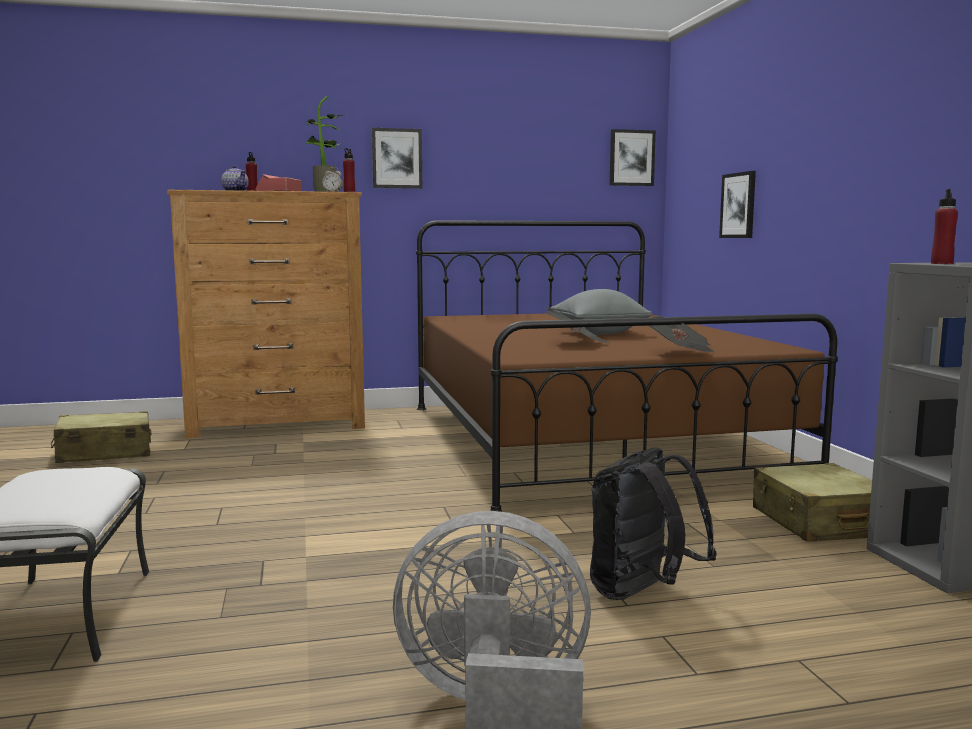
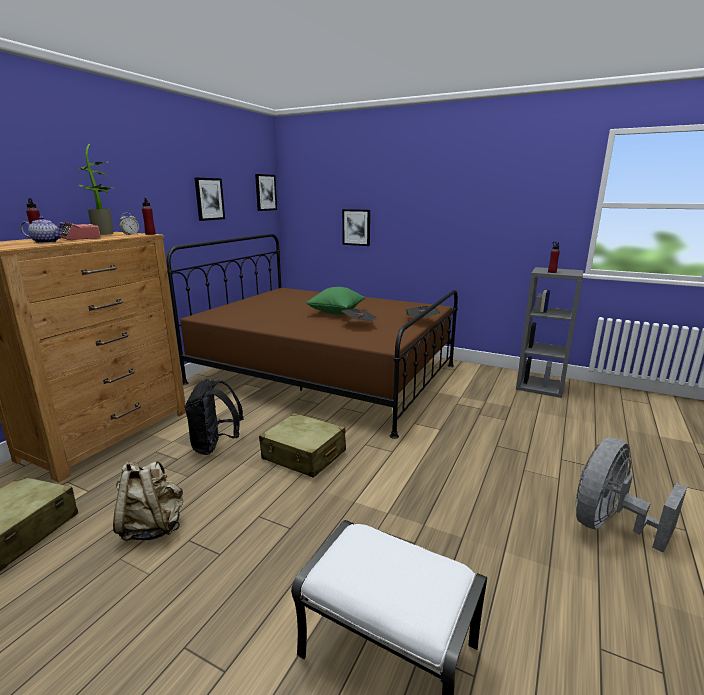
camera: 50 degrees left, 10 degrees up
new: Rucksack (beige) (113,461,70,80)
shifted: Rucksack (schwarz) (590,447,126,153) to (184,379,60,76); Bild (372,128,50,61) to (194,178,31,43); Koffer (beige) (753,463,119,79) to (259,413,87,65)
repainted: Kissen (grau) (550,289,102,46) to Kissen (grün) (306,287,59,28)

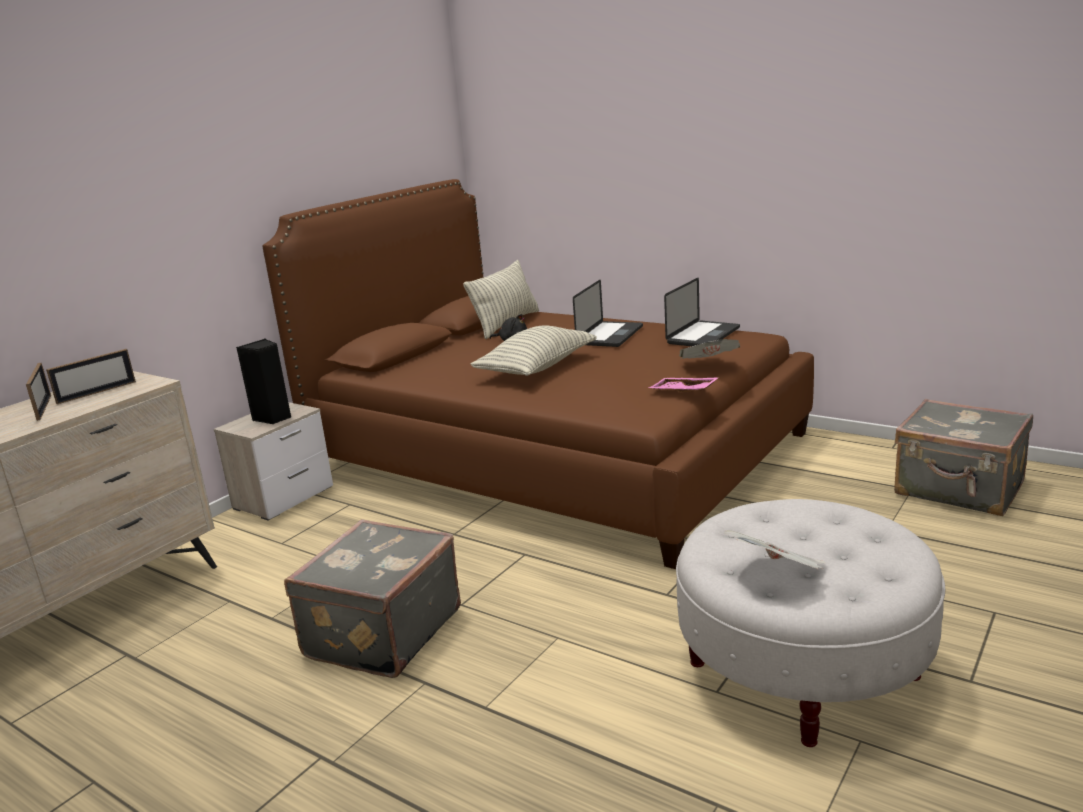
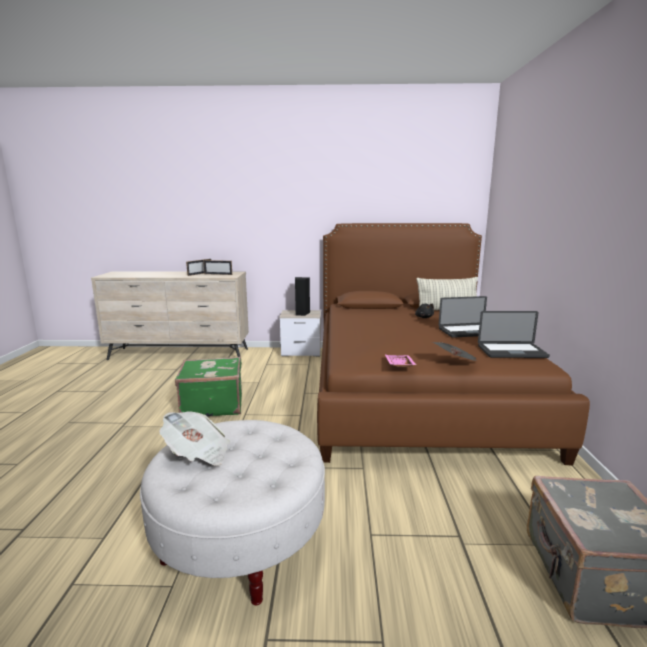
camera: 55 degrees right, 5 degrees down
gone: Kissen (471,325,126,51)
repainted: Koffer (grau) (284,519,177,159) to Koffer (grün) (175,357,67,59)

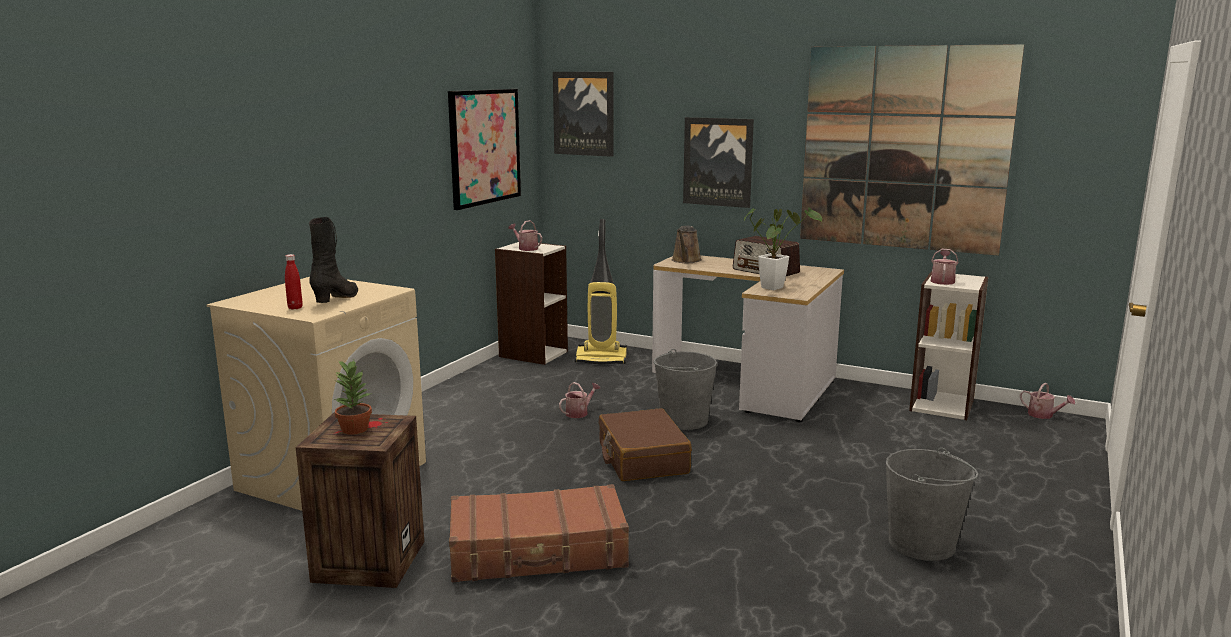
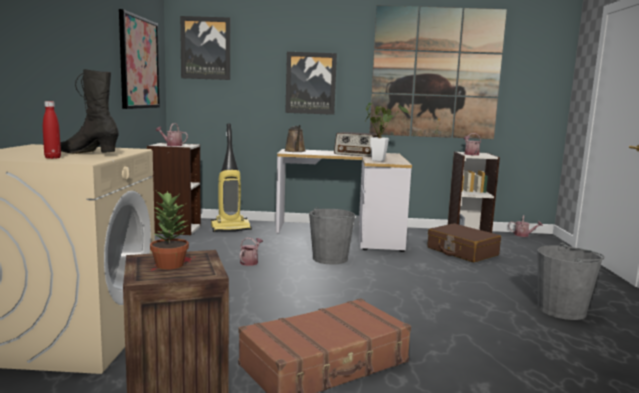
camera: 25 degrees left, 5 degrees down
shifted: Koffer (braun) (599,408,93,73) to (428,223,73,39)
rotated: Stiefel (schwarz) (309,217,49,86) = (60,69,59,85) 60 degrees counterclockwise

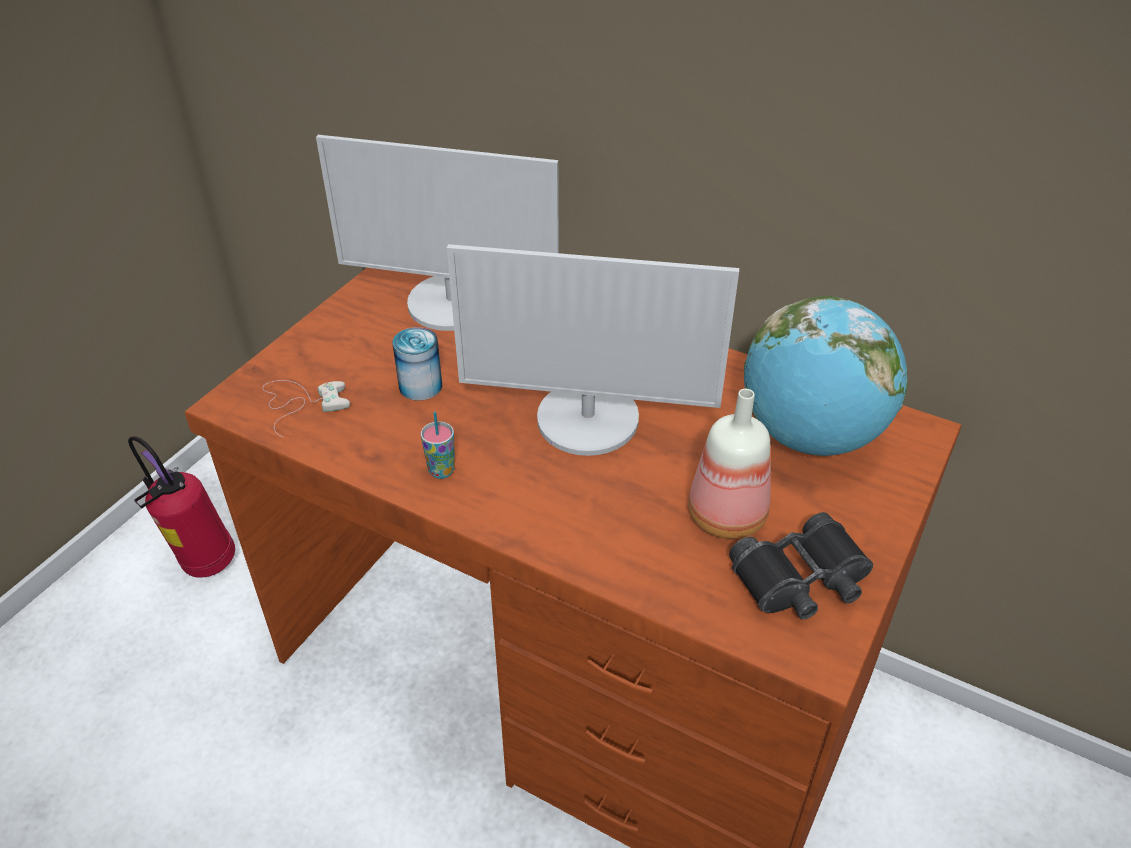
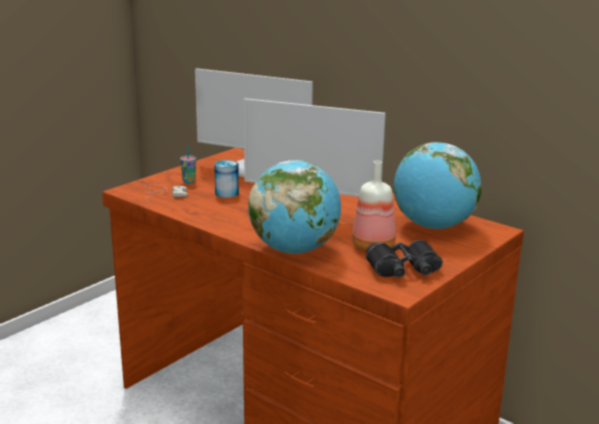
camera: 10 degrees right, 20 degrees down
gone: Feuerlöscher (128,436,107,142)
new: Globus (248,160,93,94)
shifted: Tasse (421,412,34,67) to (180,146,16,38)

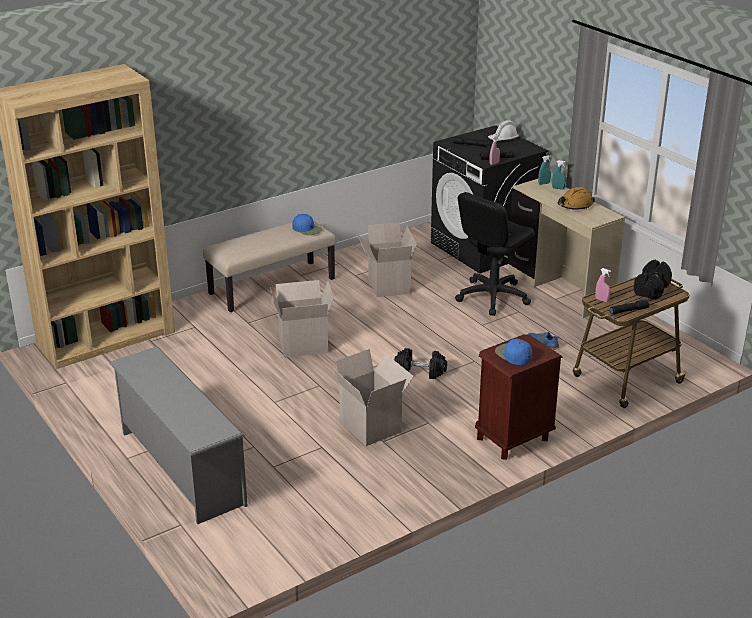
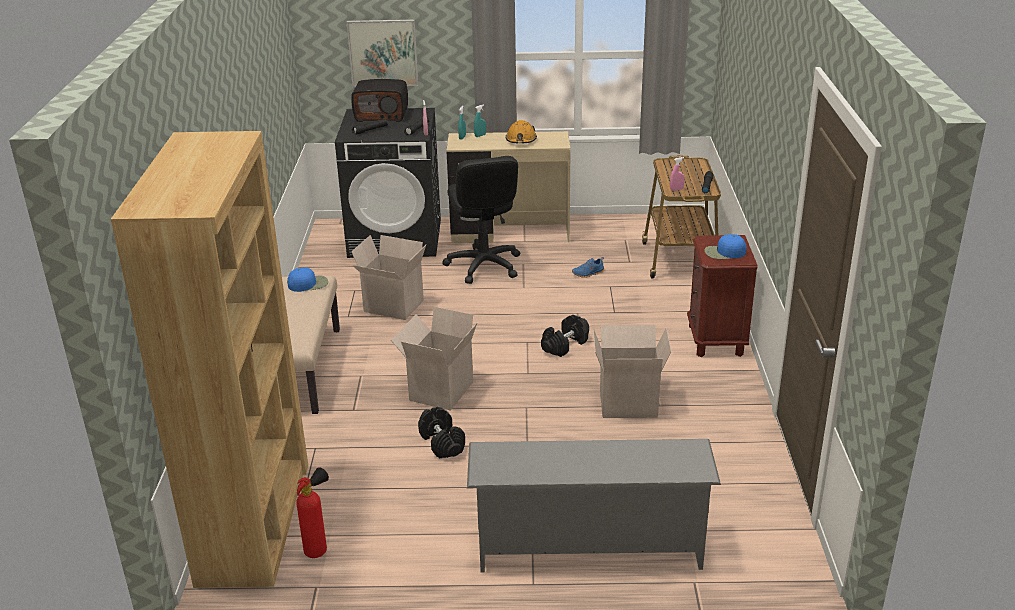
camera: 55 degrees left, 0 degrees up
new: Feuerlöscher (296,467,33,91); Bild (347,20,72,67)
shifted: Hantel (schwarz) (634,260,38,40) to (418,407,47,52)
swapped: Schutzhelm (weiß) (488,120,31,21) to Radio (351,79,57,43)

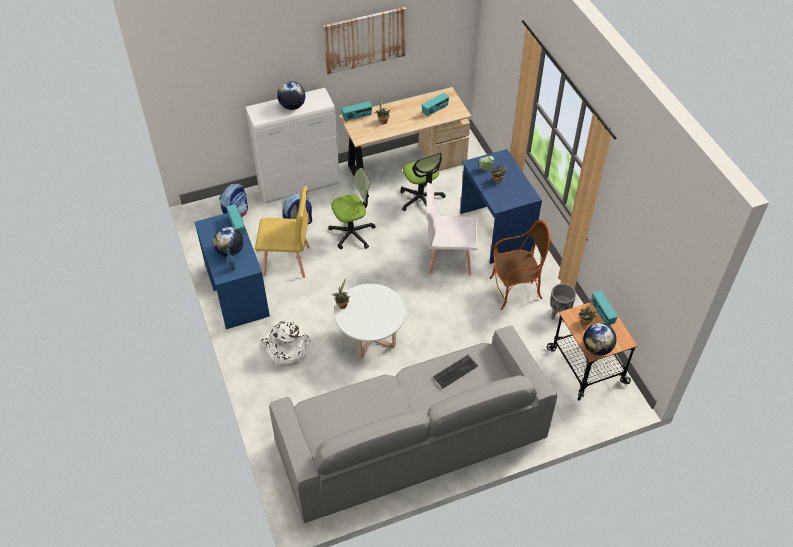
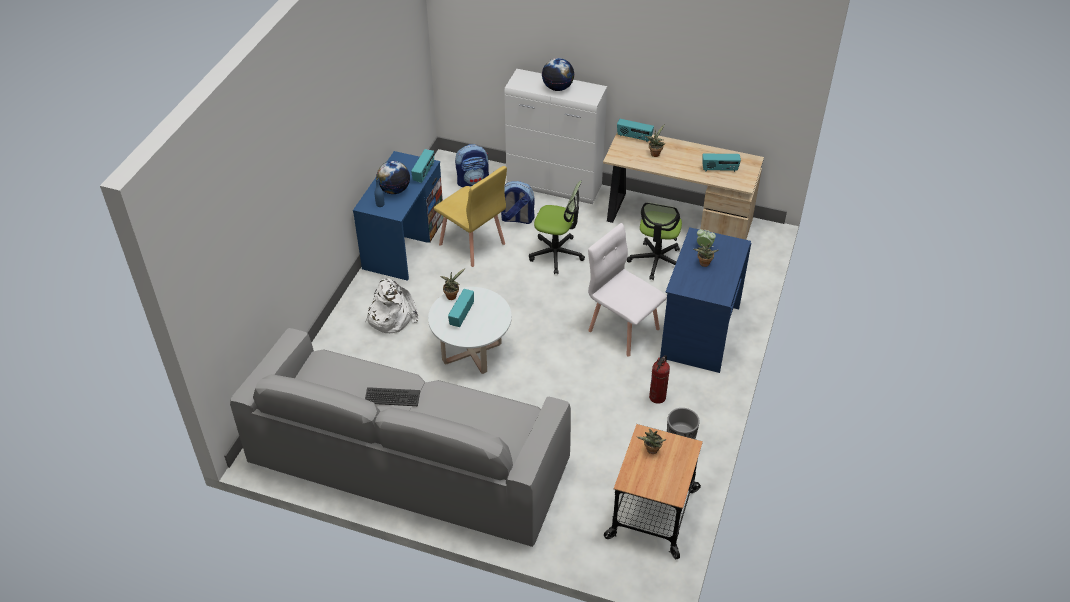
camera: 40 degrees right, 5 degrees down
gone: Bild (323,7,84,67); Globus (583,323,34,33)
shifted: Tastatur (433,355,45,33) to (365,387,55,19); Radio (591,290,27,35) to (448,289,26,38)
swapped: Sessel (489,220,61,90) to Feuerlöscher (649,355,21,49)

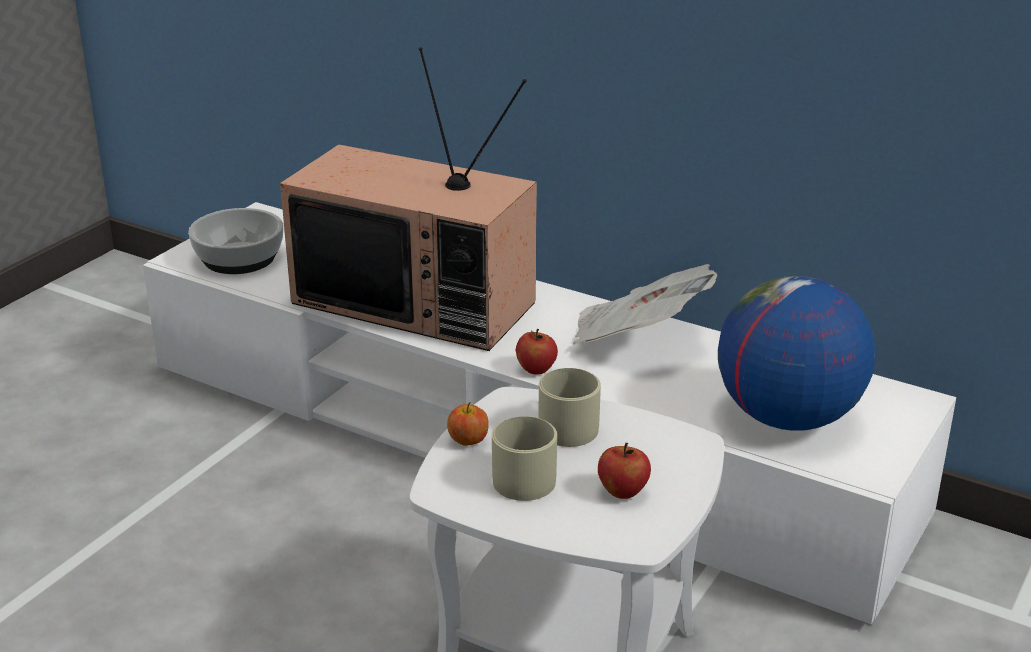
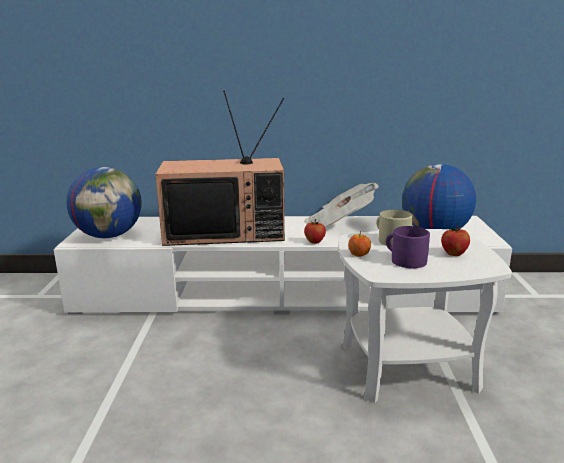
camera: 30 degrees left, 10 degrees down
swapped: Schüssel (188,208,95,66) to Globus (66,167,76,71)
repainted: Henkelbecher (beige) (492,416,65,85) to Henkelbecher (lila) (386,226,44,42)

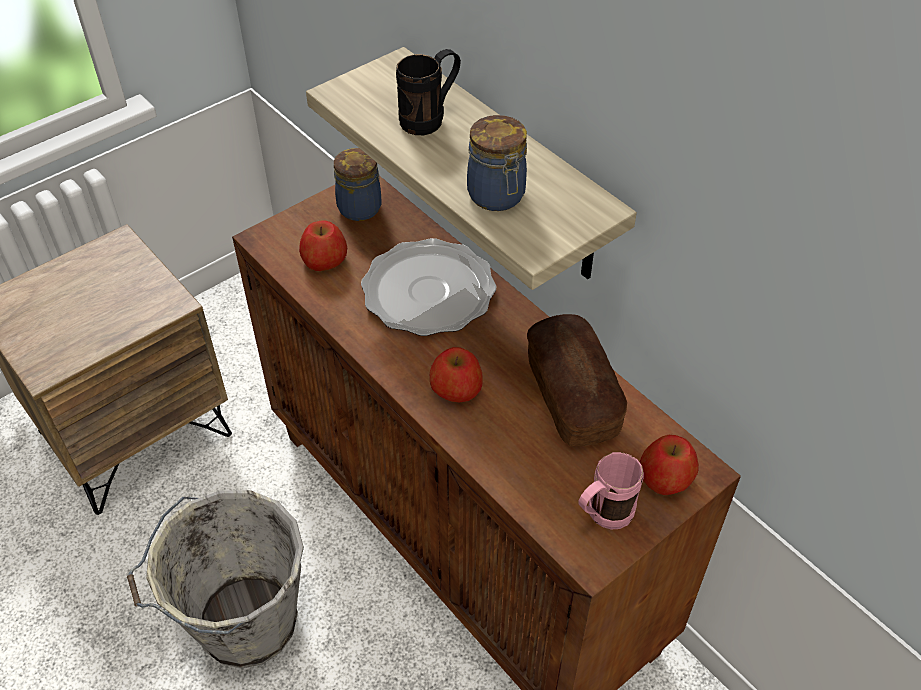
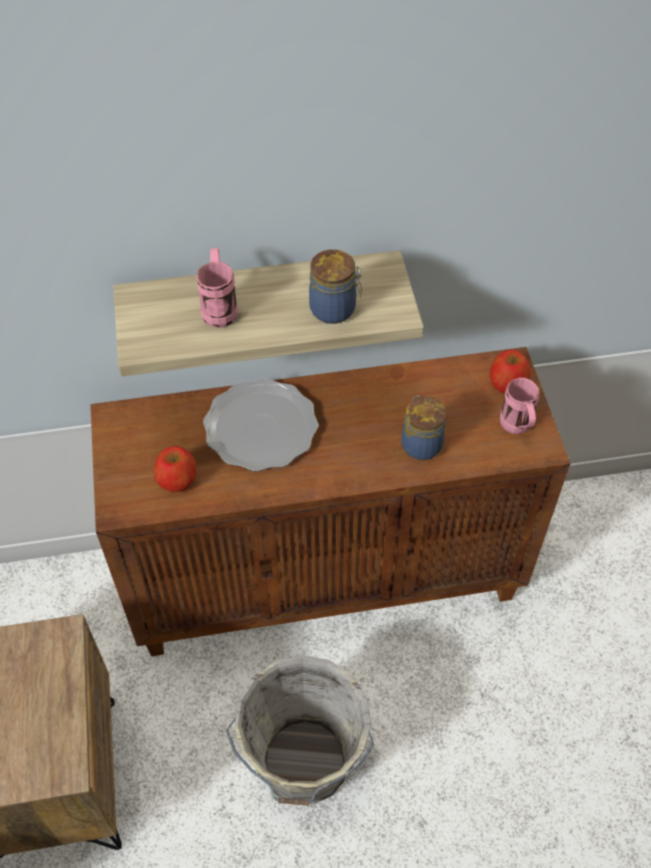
camera: 60 degrees left, 5 degrees up
gone: Apfel (430,347,53,55); Brot (527,314,100,133)
shifted: Vorratsglas (334,148,47,73) to (401,395,45,65)
repainted: Henkelbecher (schwarz) (396,49,65,86) to Henkelbecher (rosa) (196,248,42,80)

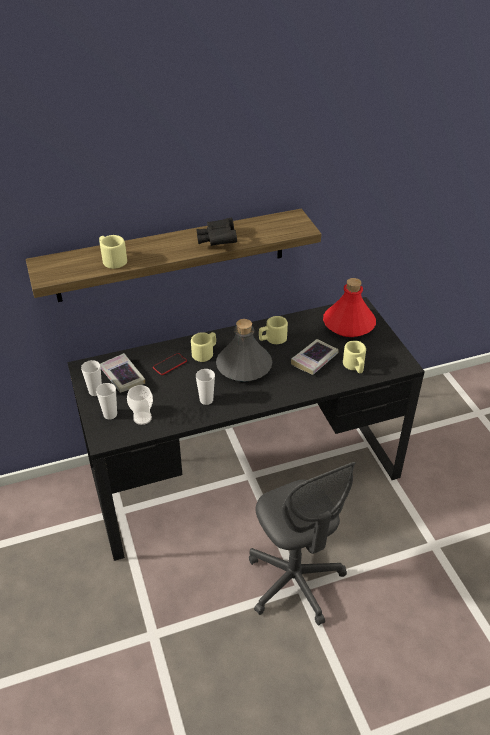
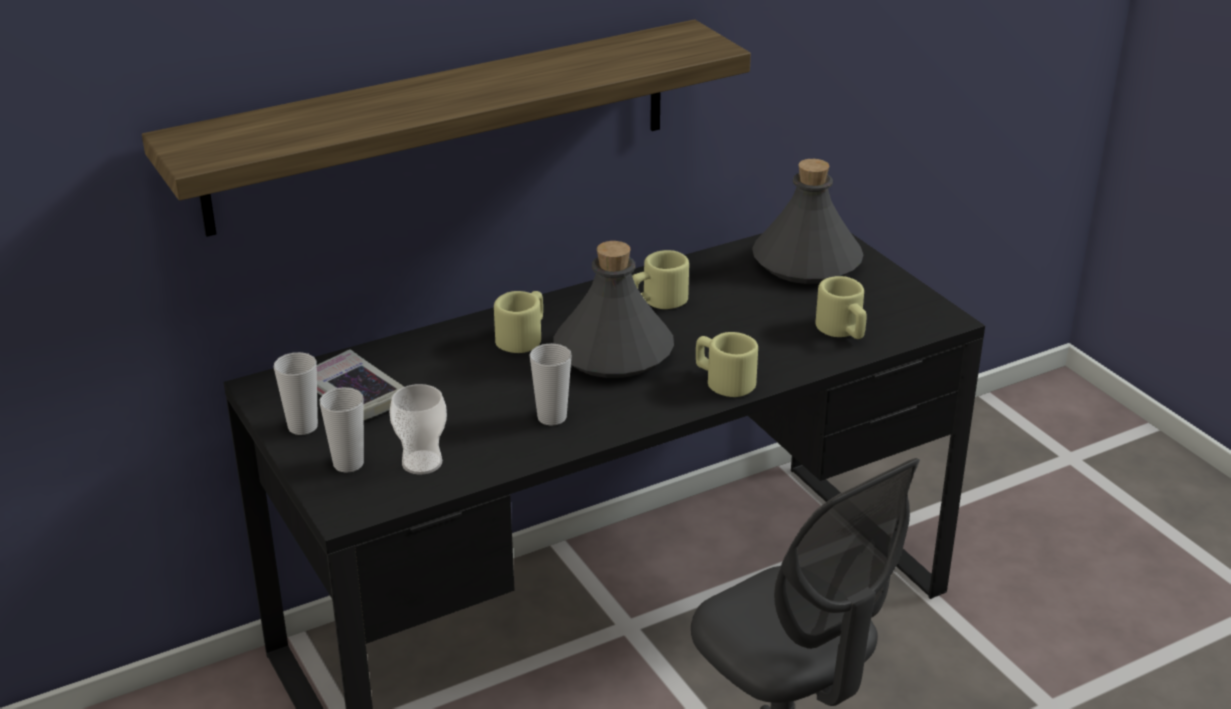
camera: 10 degrees left, 10 degrees down
gone: Handy (153,353,34,22); Fernglas (schwarz) (196,218,41,28); Buch (291,339,47,36)
shifted: Henkelbecher (beige) (99,235,28,34) to (696,332,62,65)
repainted: Flasche (rot) (323,278,53,59) to Flasche (grau) (752,159,111,125)

